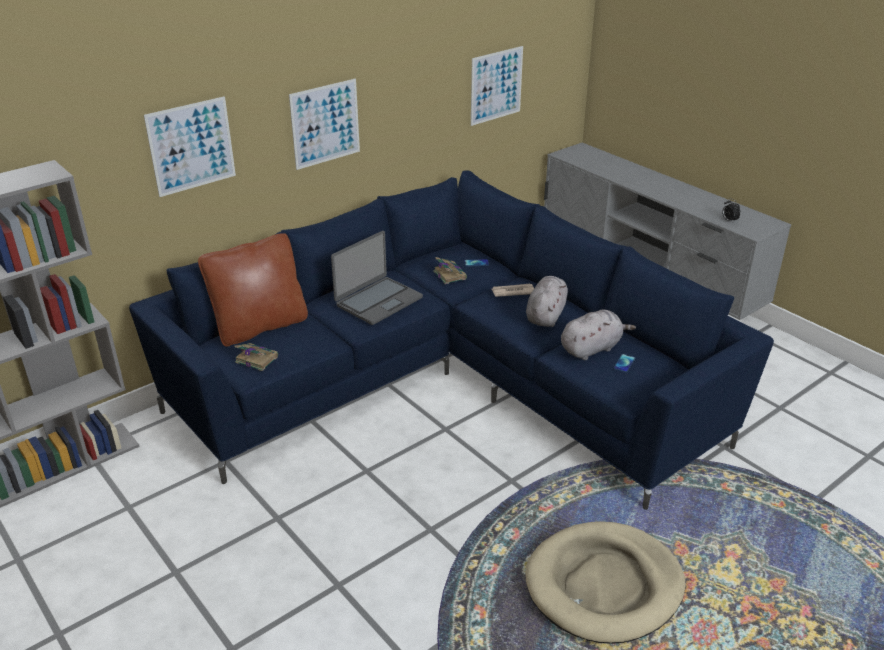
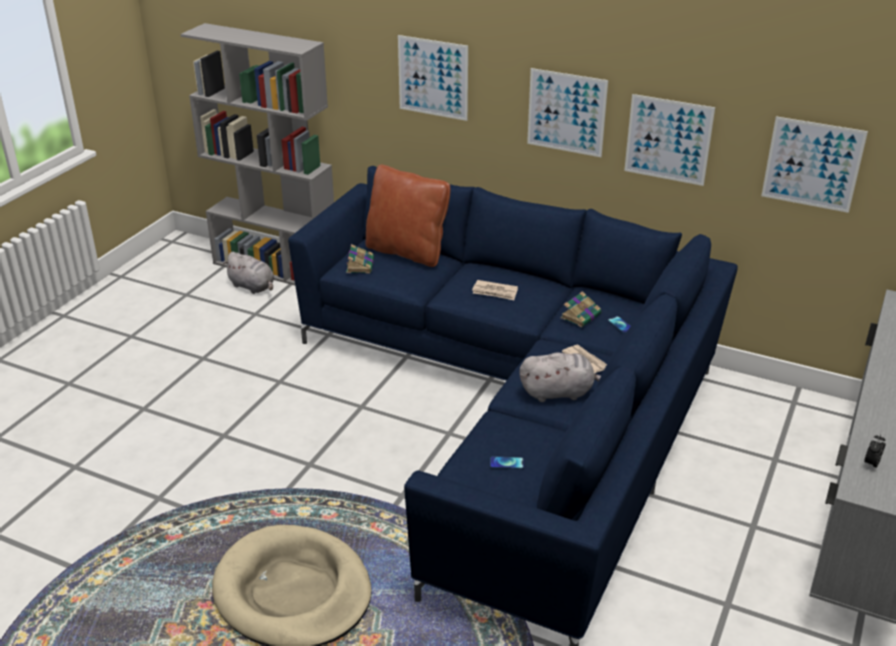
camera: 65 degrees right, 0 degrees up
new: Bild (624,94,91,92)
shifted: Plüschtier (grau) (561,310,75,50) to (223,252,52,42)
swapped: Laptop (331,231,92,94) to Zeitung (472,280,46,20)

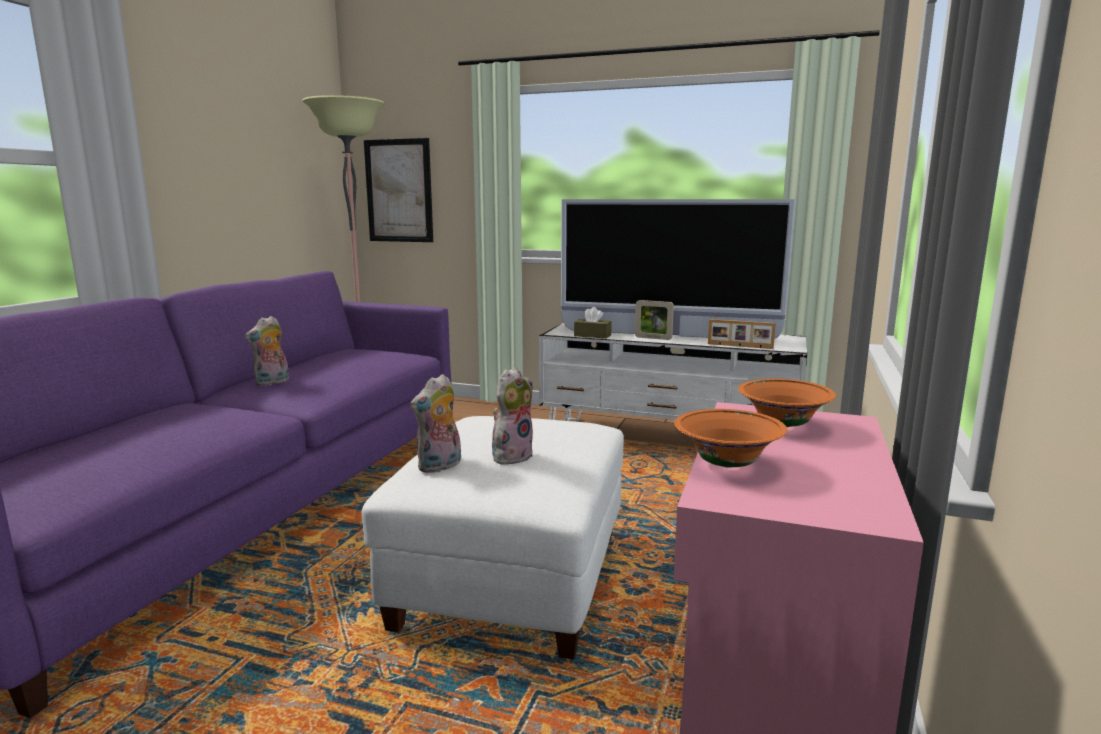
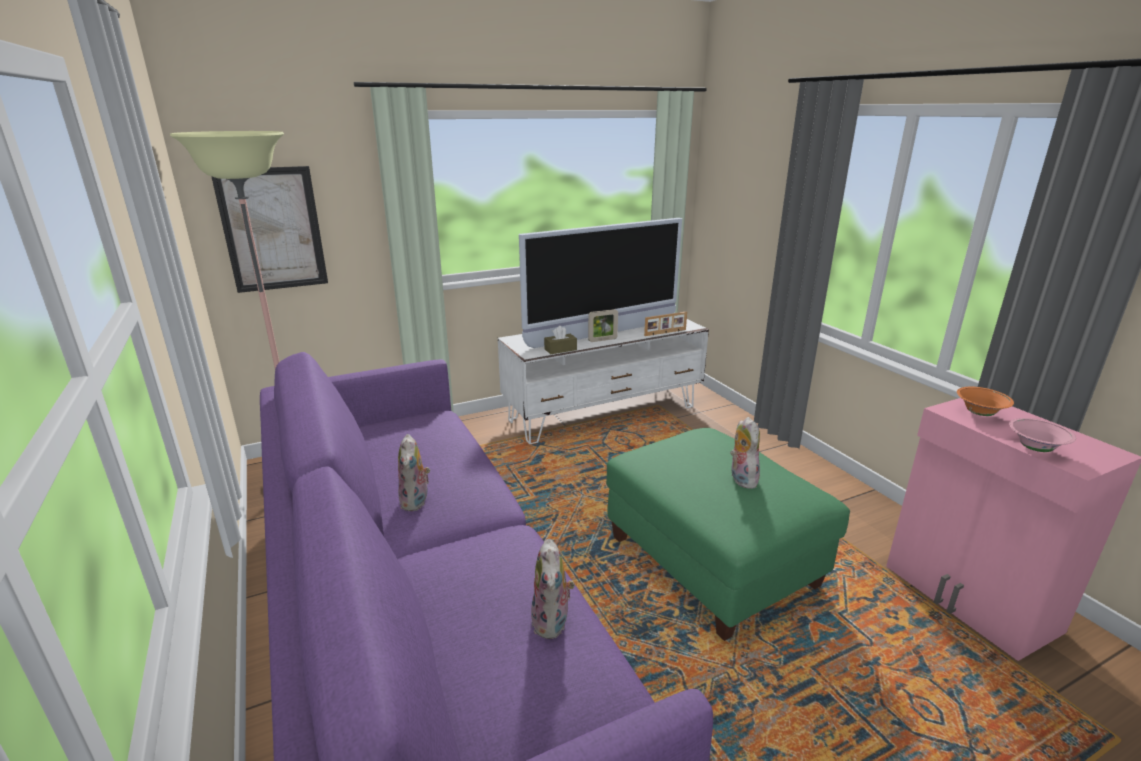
camera: 45 degrees left, 10 degrees up
shifted: Plüschtier (410,374,51,99) to (531,539,44,100)
repainted: Polsterhocker (weiß) (361,416,263,244) to Polsterhocker (grün) (606,428,244,213); Schüssel (orange) (674,409,113,59) to Schüssel (rosa) (1009,418,67,34)

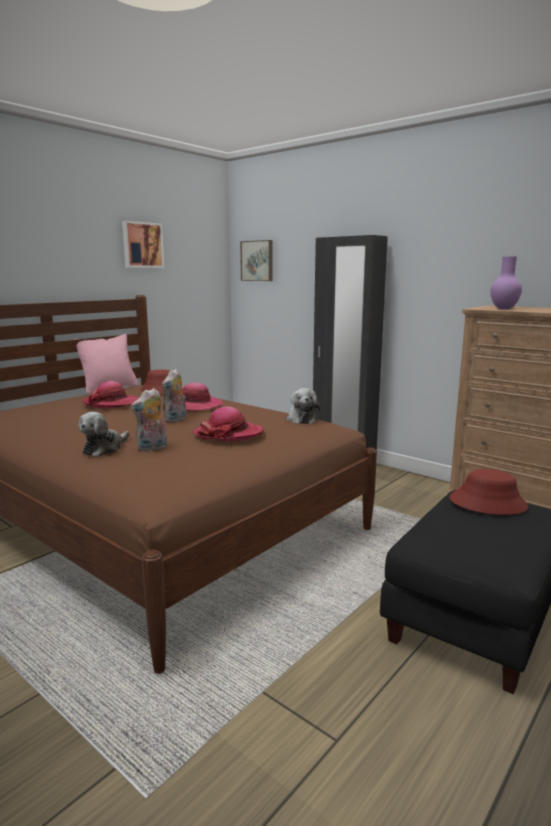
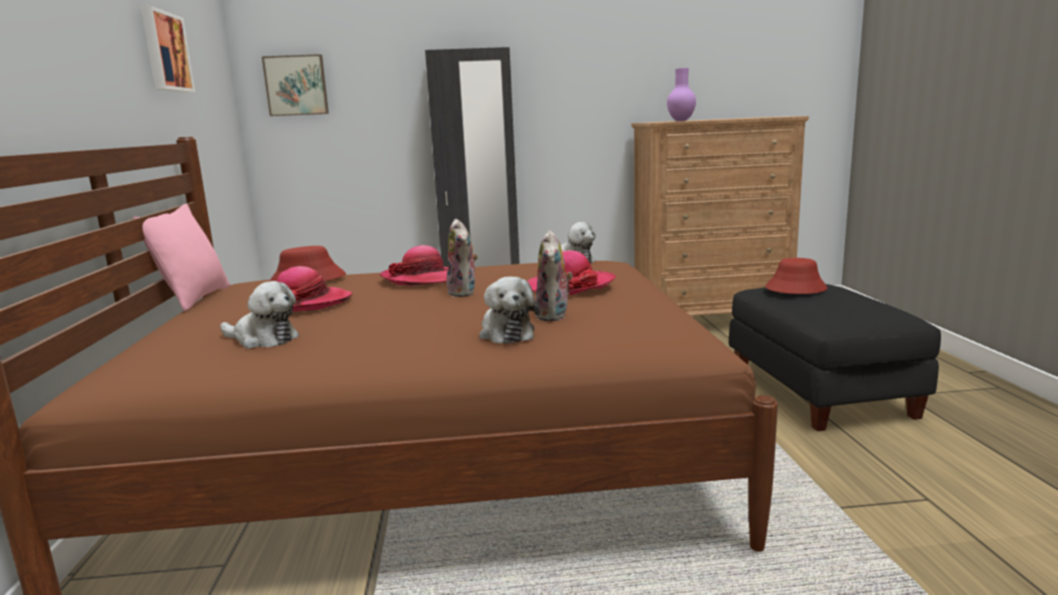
camera: 45 degrees left, 0 degrees up
new: Plüschtier (220,281,79,68)

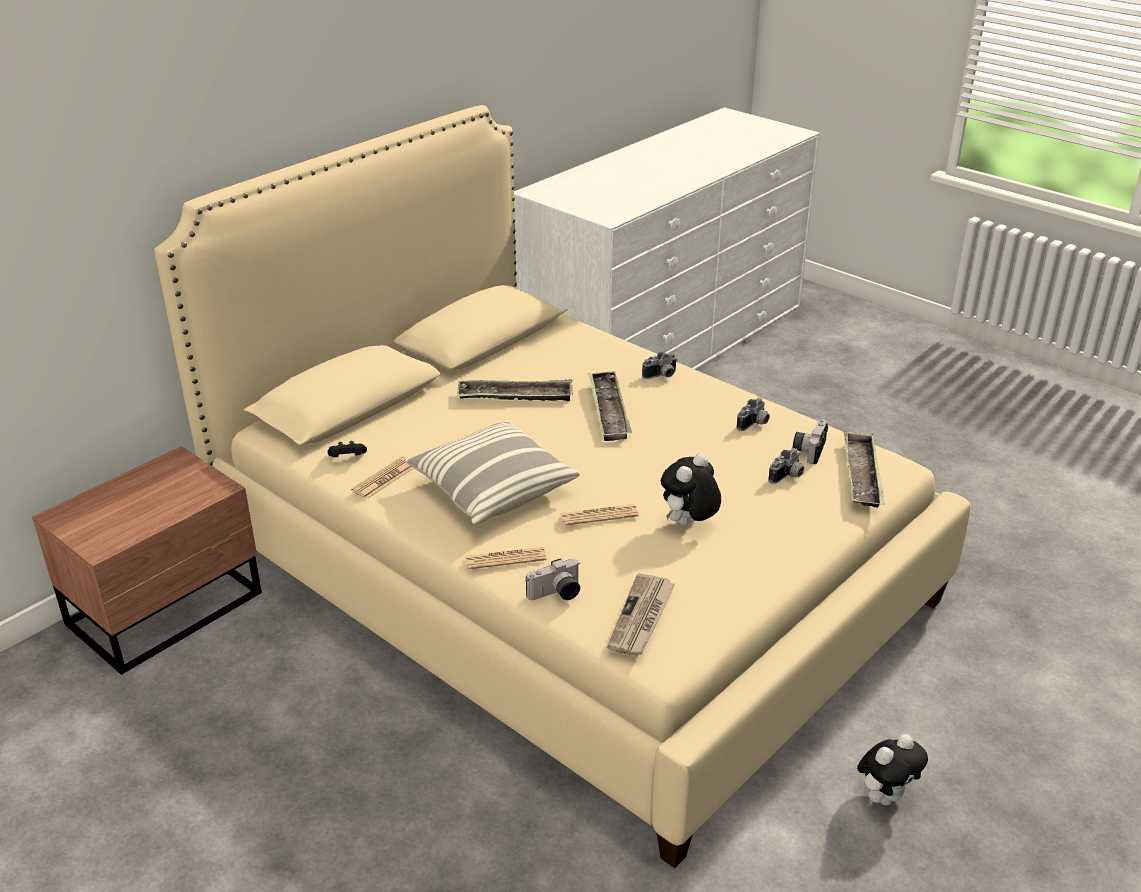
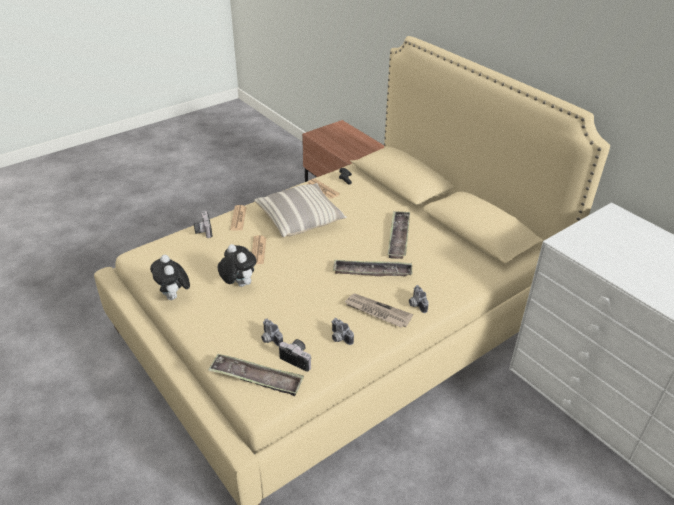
camera: 100 degrees right, 5 degrees up
shifted: Plüschtier (857,734,71,71) to (150,255,40,45); Zeitung (607,573,68,83) to (345,293,68,35)

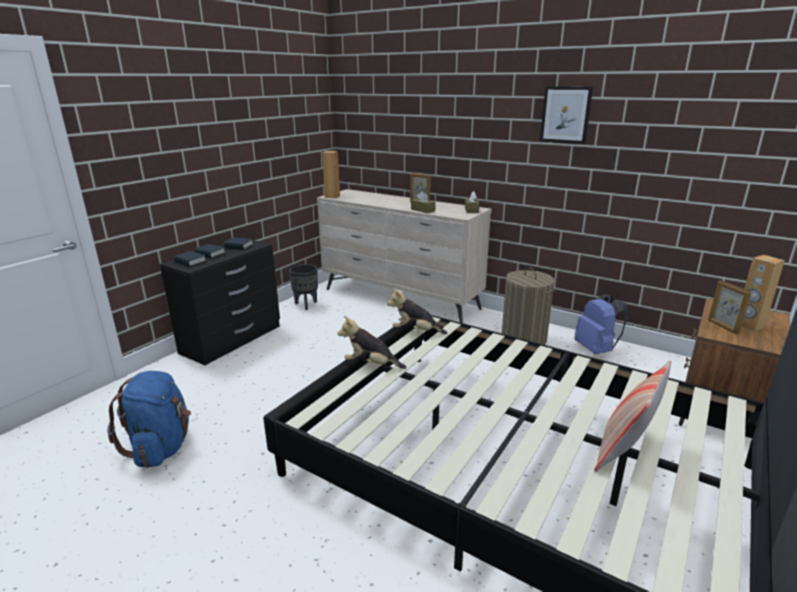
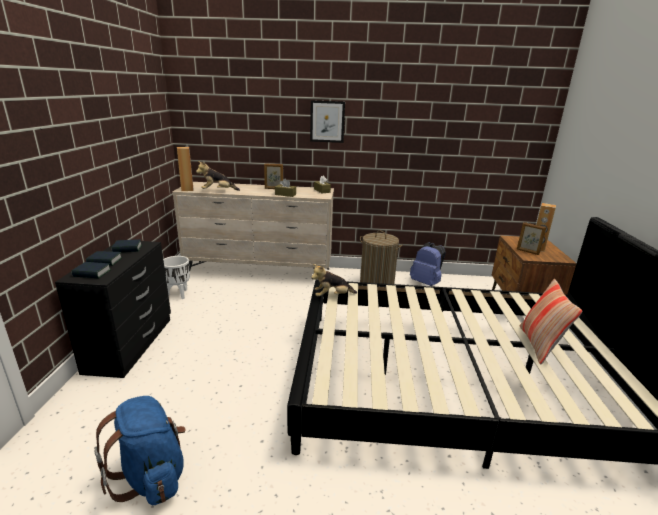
camera: 30 degrees left, 0 degrees up
shifted: Plüschtier (337,316,69,53) to (196,161,44,30); Bild (540,86,53,58) to (310,100,35,43)
repainted: Pflanzkübel (schwarz) (289,264,29,46) to Pflanzkübel (weiß) (163,256,27,43)

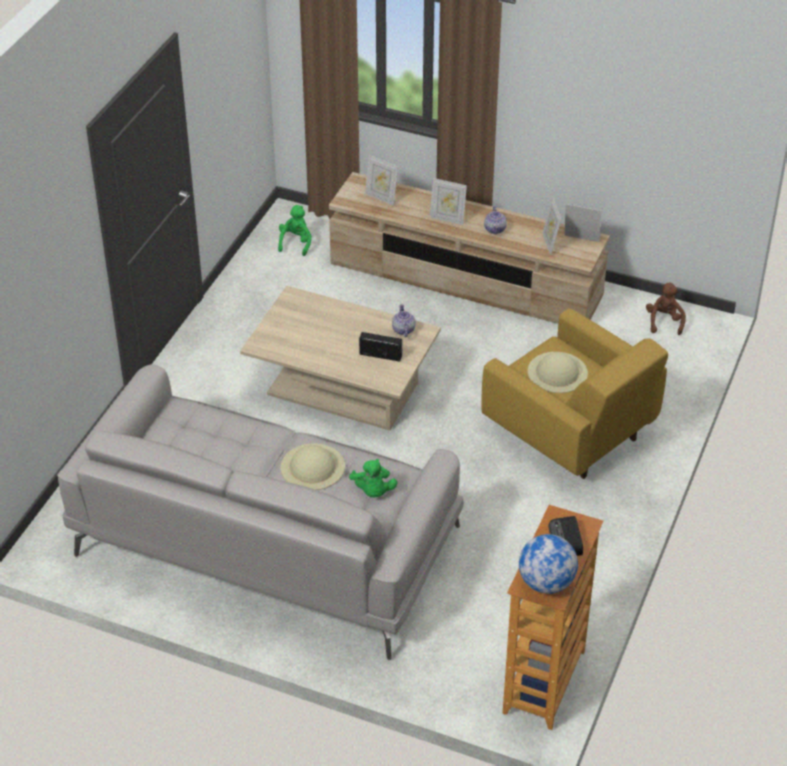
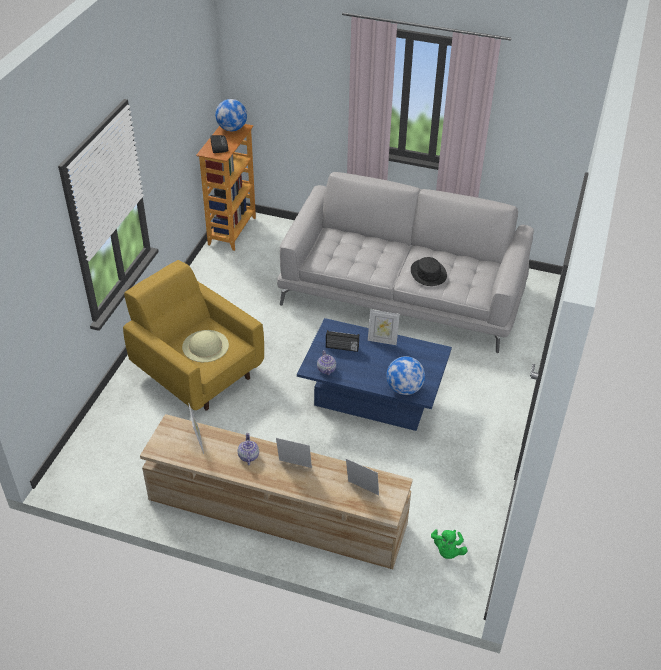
camera: 175 degrees right, 0 degrees up
gone: Hut (beige) (281,443,64,47); Plüschtier (grün) (349,459,48,39); Plüschtier (braun) (646,283,40,52)
new: Globus (386,356,39,39); Hut (schwarz) (411,257,36,29)
shifted: Bilderrahmen (564,204,37,38) to (368,309,32,36)
repainted: Couchtisch (beige) (240,286,201,144) to Couchtisch (blau) (297,318,155,113)

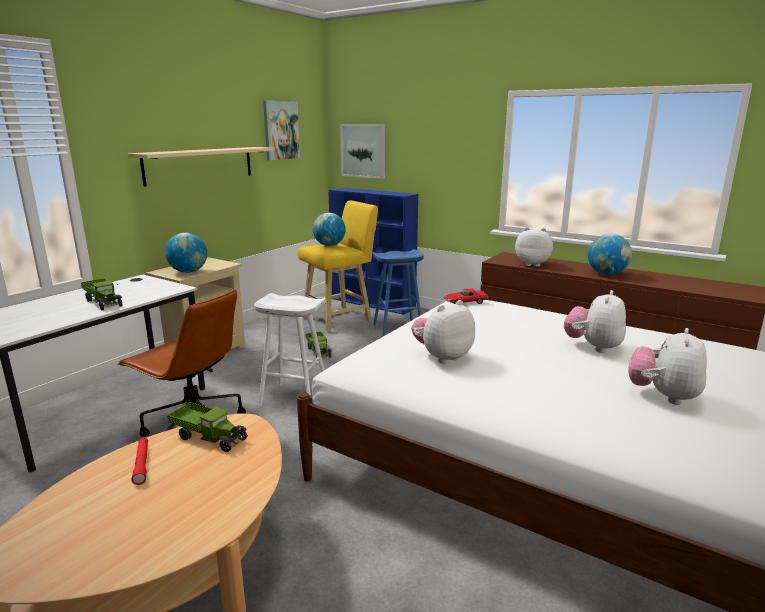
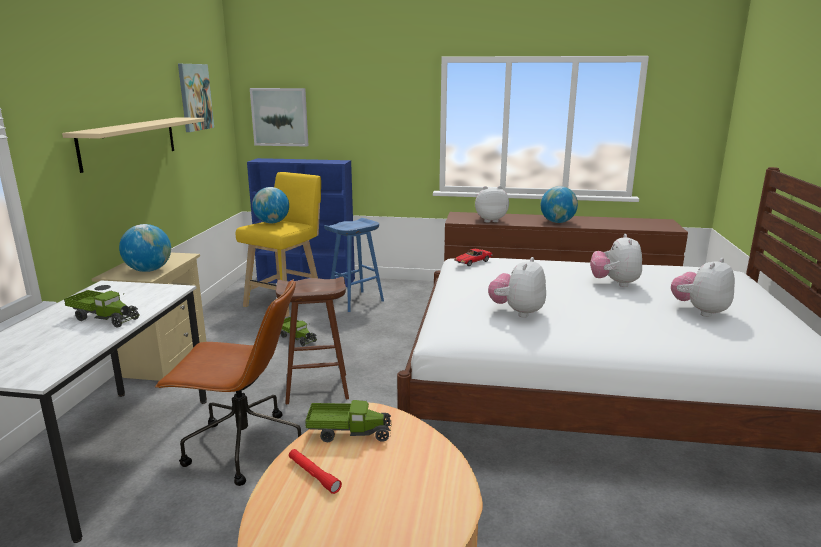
camera: 25 degrees left, 0 degrees up
repainted: Hocker (weiß) (254,293,72,113) to Hocker (braun) (276,276,73,128)
rotated: Plüschtier (628,328,79,77) = (671,258,64,59) 45 degrees clockwise

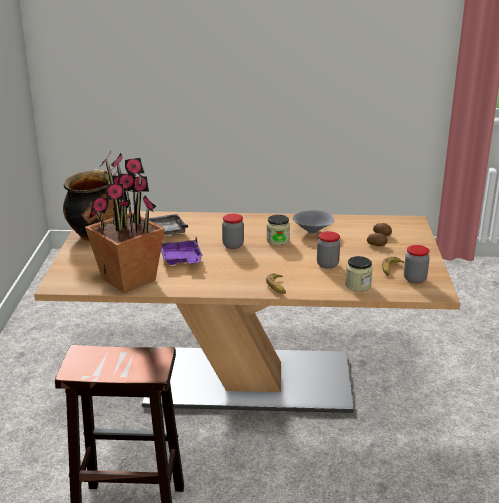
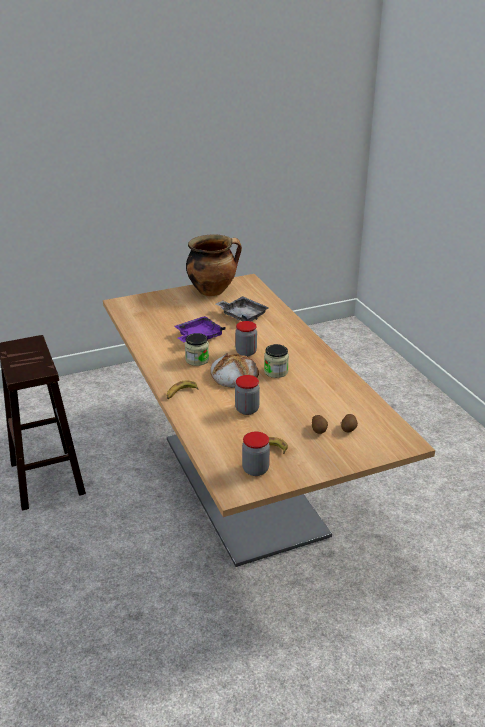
camera: 65 degrees right, 5 degrees up
gone: Topfpflanze (85,151,80,141); Schüssel (grau) (293,210,41,24)
new: Brot (210,353,49,35)
shifted: Vorratsglas (345,256,28,36) to (185,333,24,33)

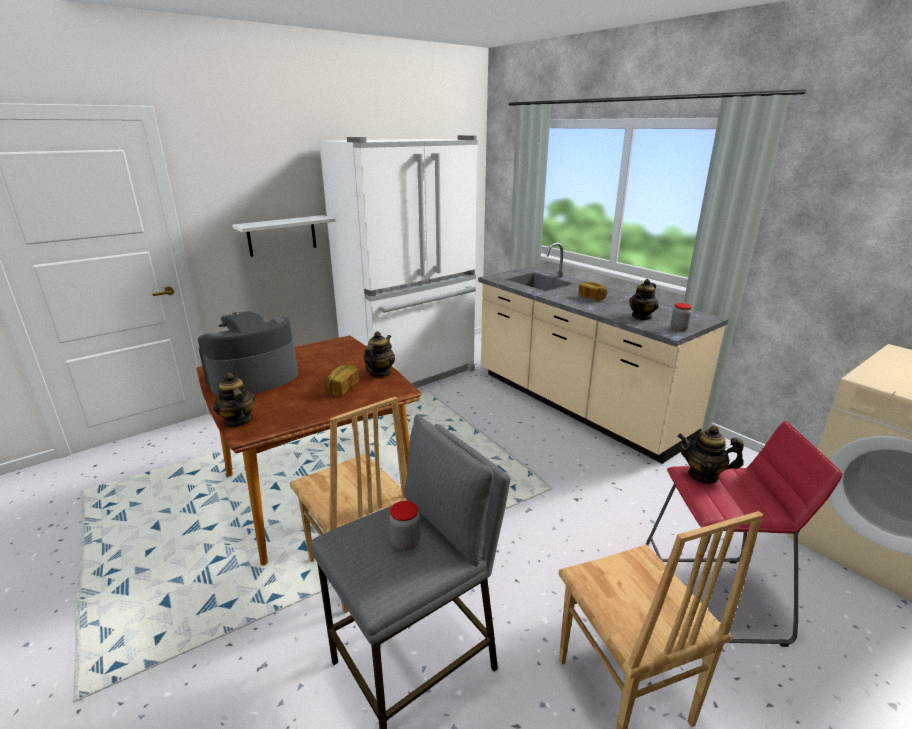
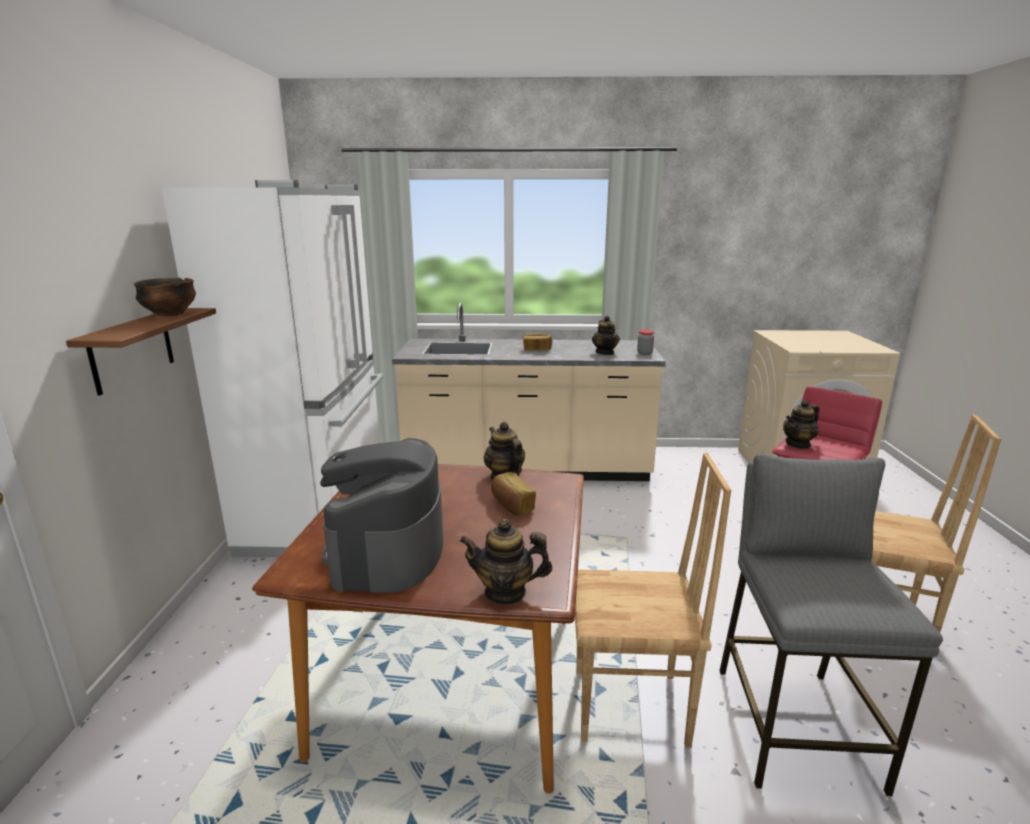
camera: 50 degrees left, 5 degrees down
gone: Vorratsglas (389,501,31,50)
new: Schüssel (134,278,62,39)
repainted: Wandregal (weiß) (232,215,103,42) to Wandregal (braun) (66,308,150,88)

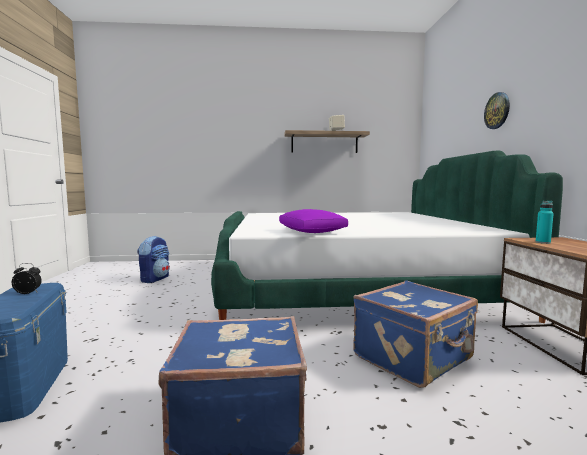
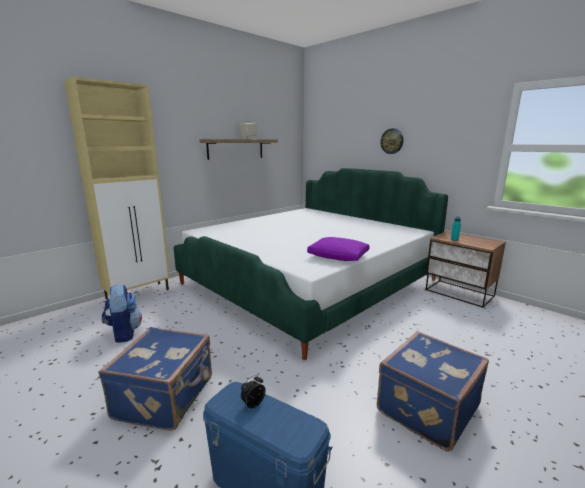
camera: 40 degrees left, 10 degrees up
new: Schrank (beige) (64,76,106,223)
shifted: Koffer (blau) (353,280,125,108) to (98,327,114,104)

